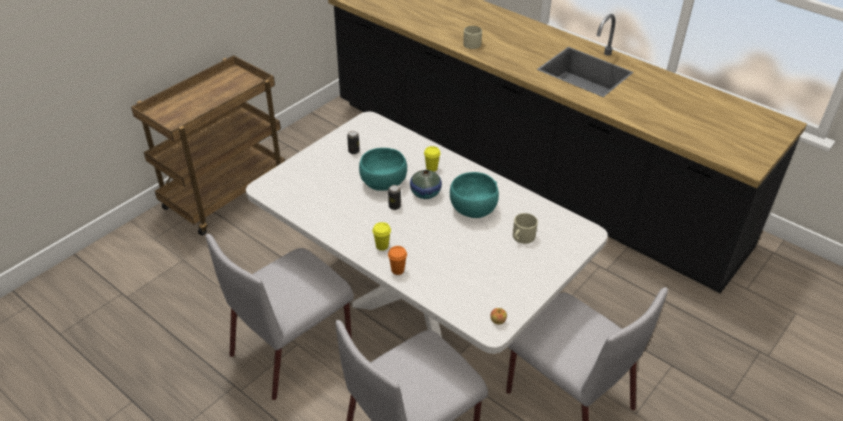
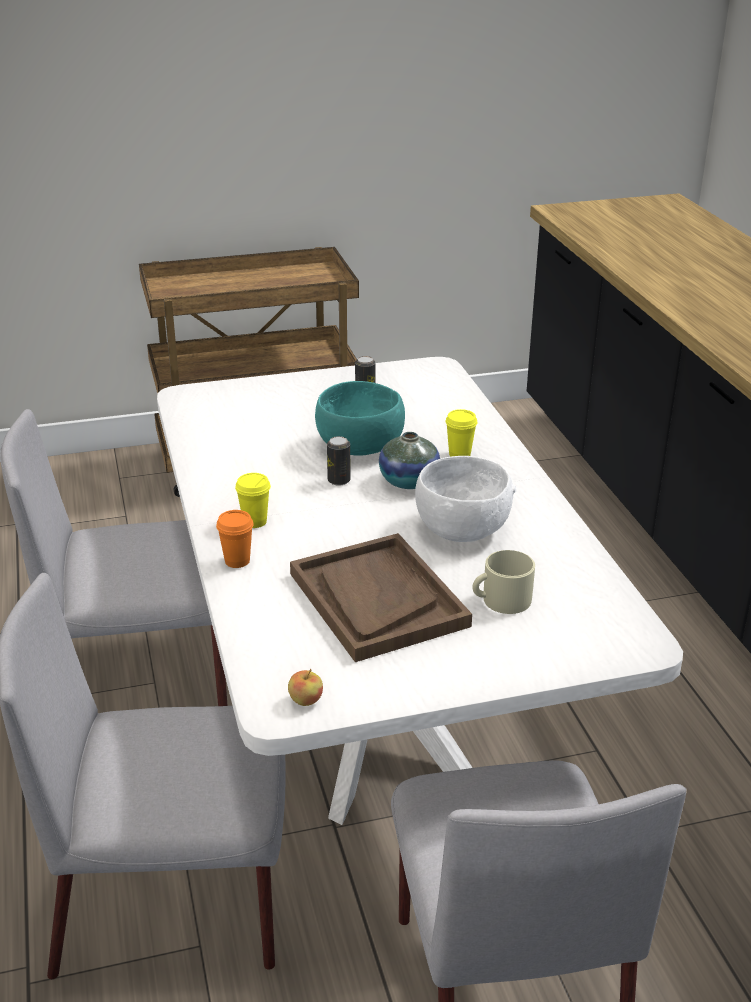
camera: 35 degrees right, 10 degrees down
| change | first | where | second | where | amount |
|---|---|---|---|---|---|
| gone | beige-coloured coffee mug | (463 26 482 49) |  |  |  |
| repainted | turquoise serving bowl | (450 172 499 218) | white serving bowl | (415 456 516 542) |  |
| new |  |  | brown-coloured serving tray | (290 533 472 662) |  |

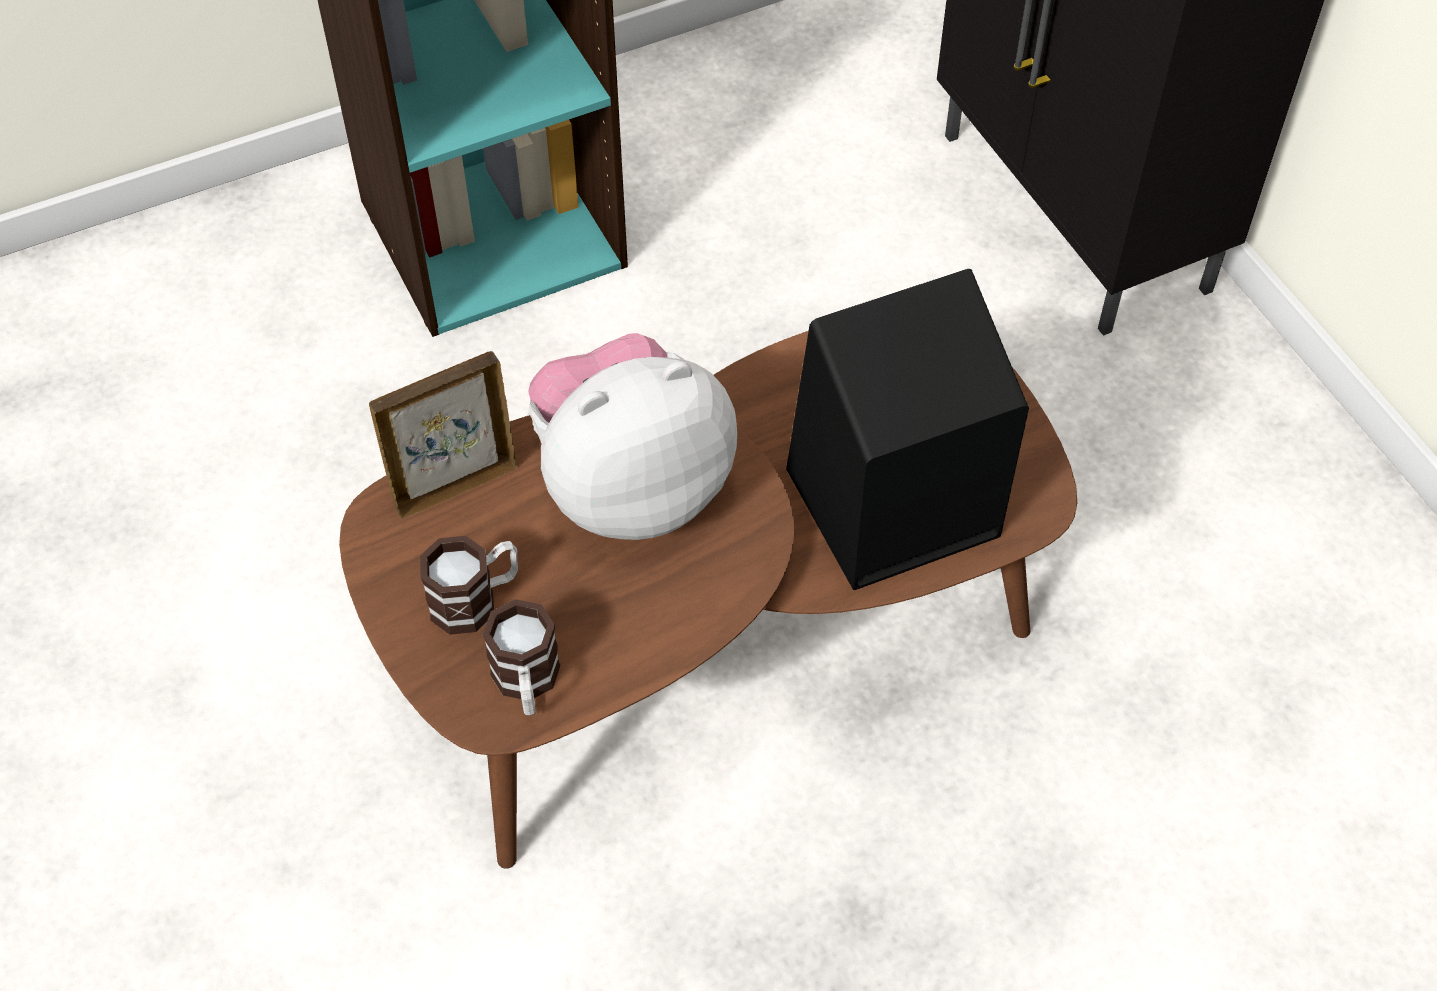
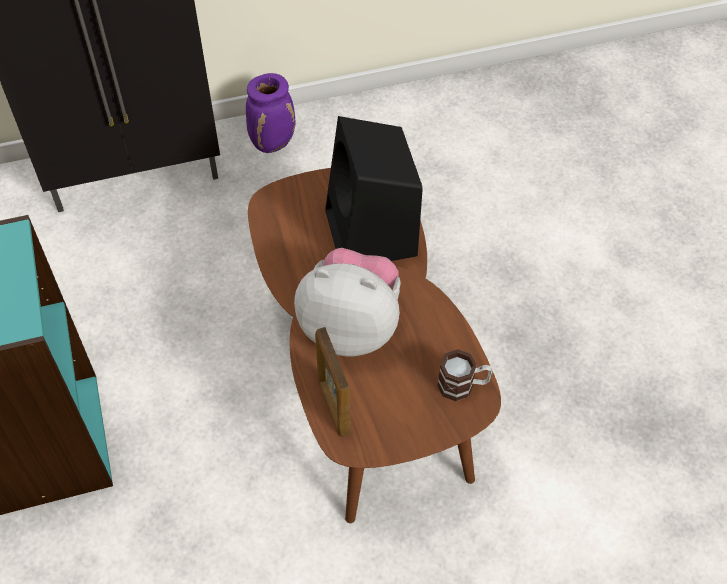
camera: 80 degrees left, 0 degrees up
| change | first | where | second | where | amount |
|---|---|---|---|---|---|
| rotated | plush toy | (528 333 737 540) |  | (294 248 401 356) | 120 degrees clockwise |
| gone | coffee mug | (420 536 518 635) |  |  |  |
| new |  |  | purple-coloured decorative vase | (246 73 295 153) |  |

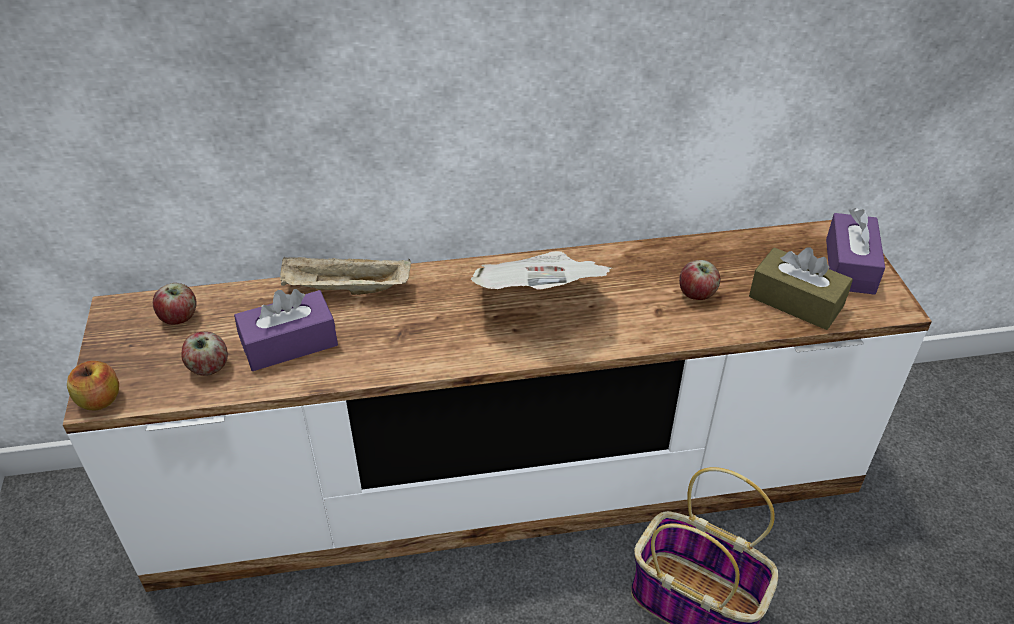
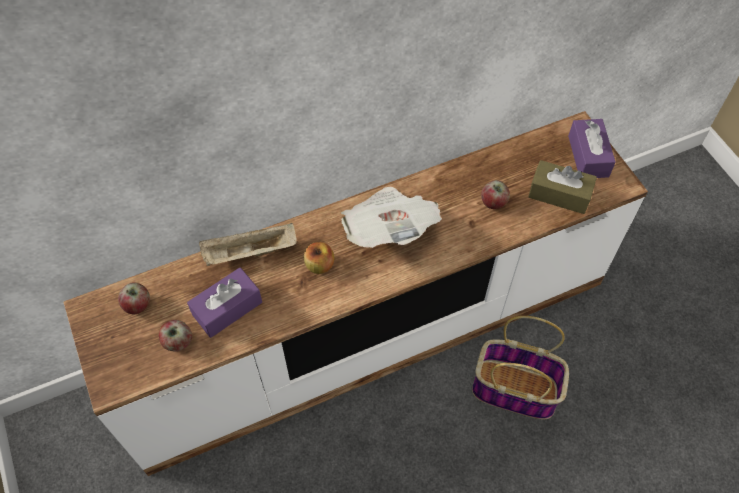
camera: 15 degrees left, 15 degrees up
| change | first | where | second | where | amount |
|---|---|---|---|---|---|
| shifted | whole apple | (67 361 119 410) |  | (304 242 334 274) |  |

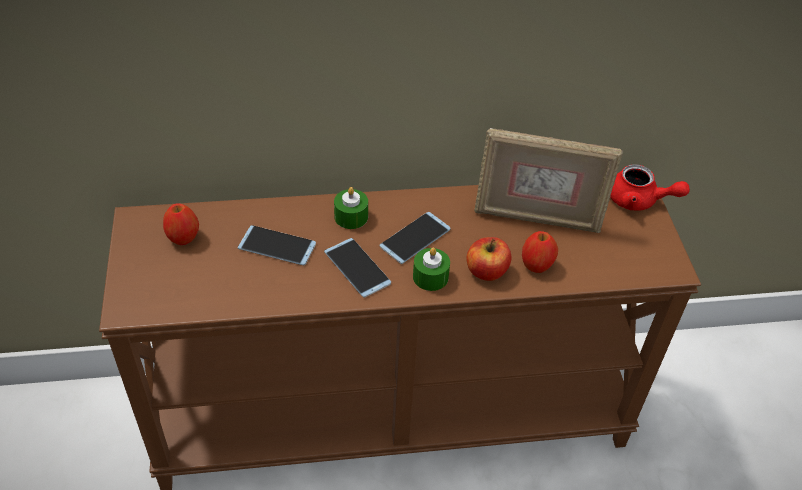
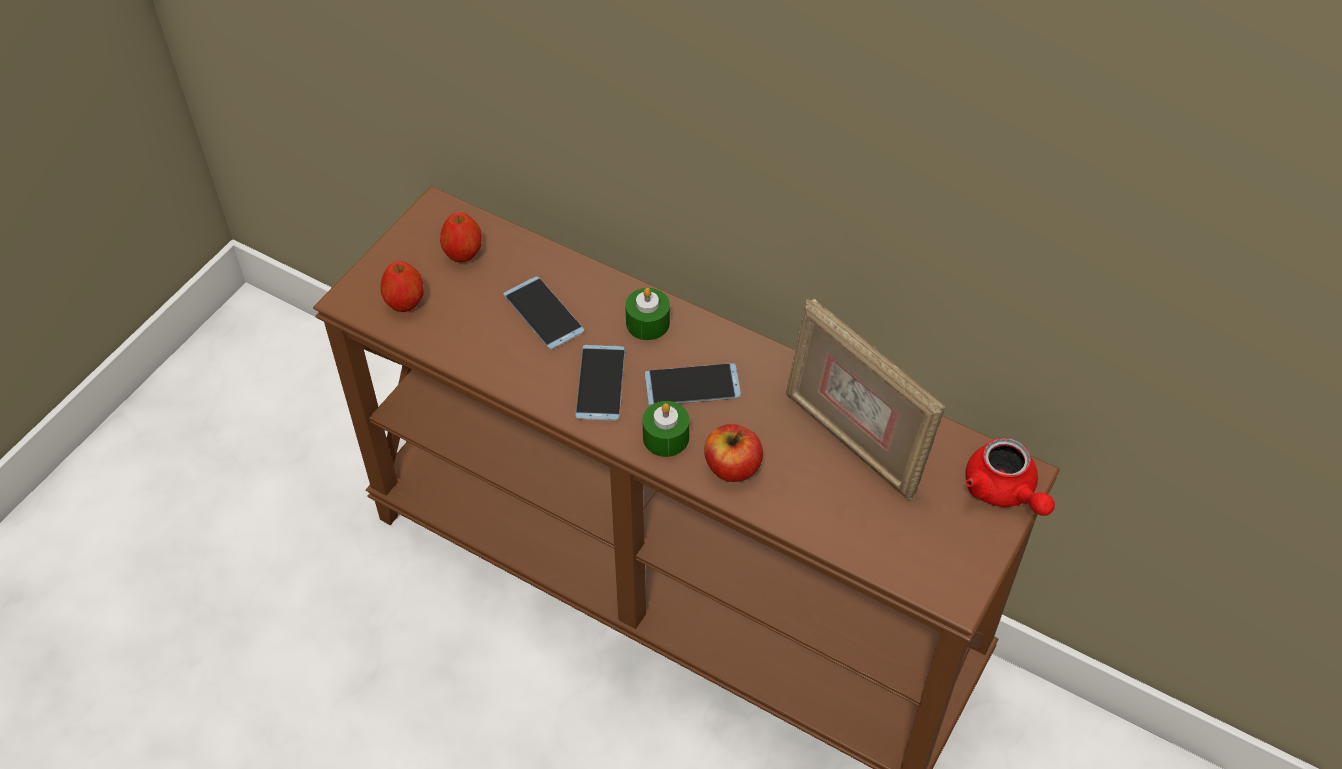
camera: 40 degrees right, 5 degrees up
| change | first | where | second | where | amount |
|---|---|---|---|---|---|
| shifted | whole apple | (522 231 558 273) |  | (381 261 424 312) |  |

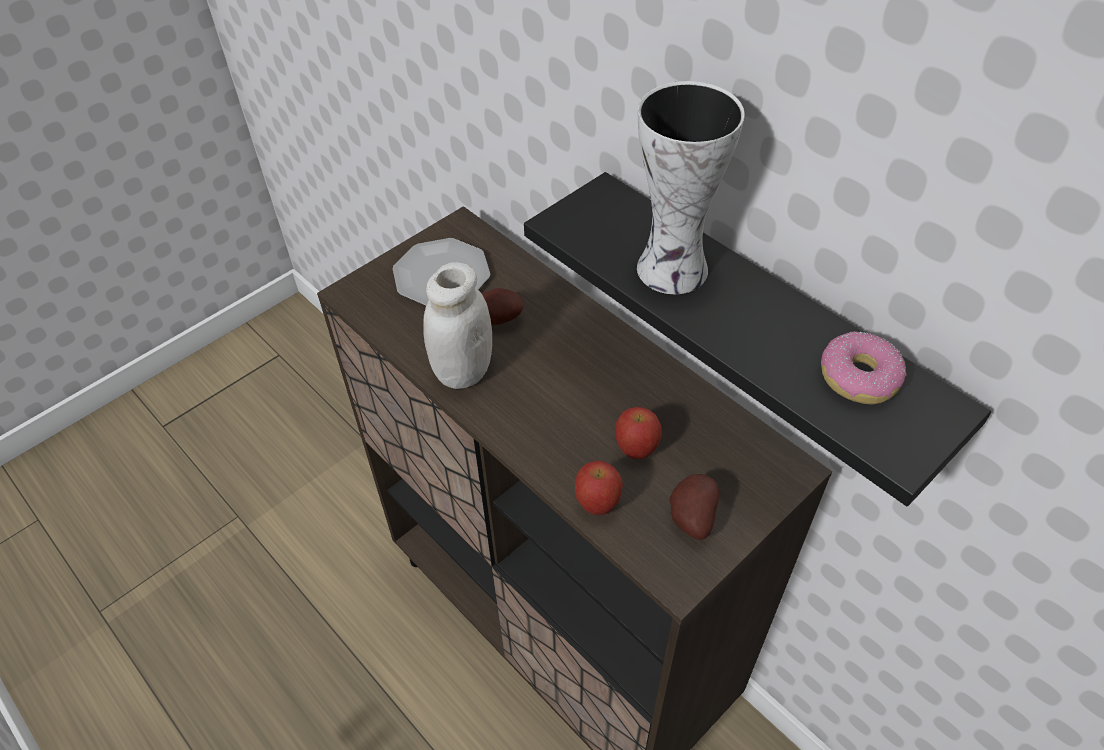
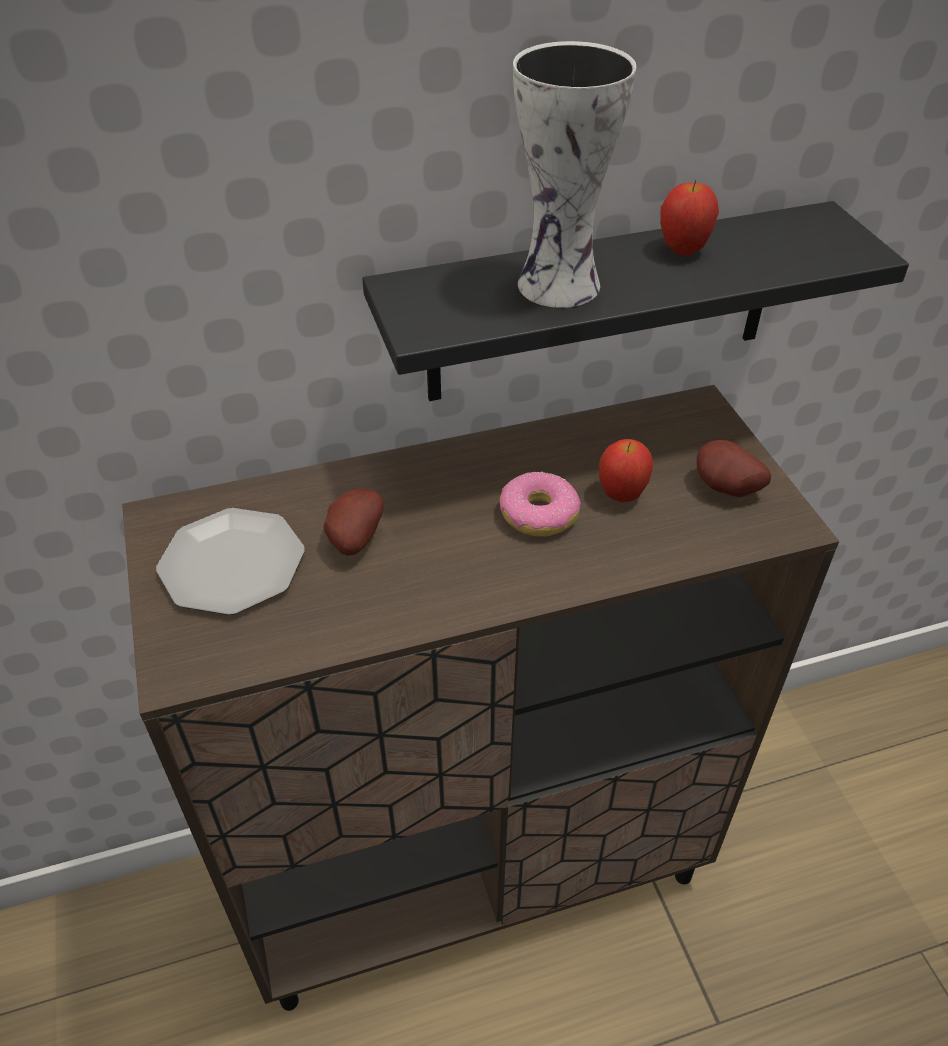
camera: 65 degrees left, 5 degrees down
| change | first | where | second | where | amount |
|---|---|---|---|---|---|
| gone | white preserve jar | (423 262 492 389) |  |  |  |
| shifted | ring doughnut | (821 331 907 405) |  | (500 471 581 537) |  |
| shifted | whole apple | (575 461 623 515) |  | (660 180 719 256) |  |

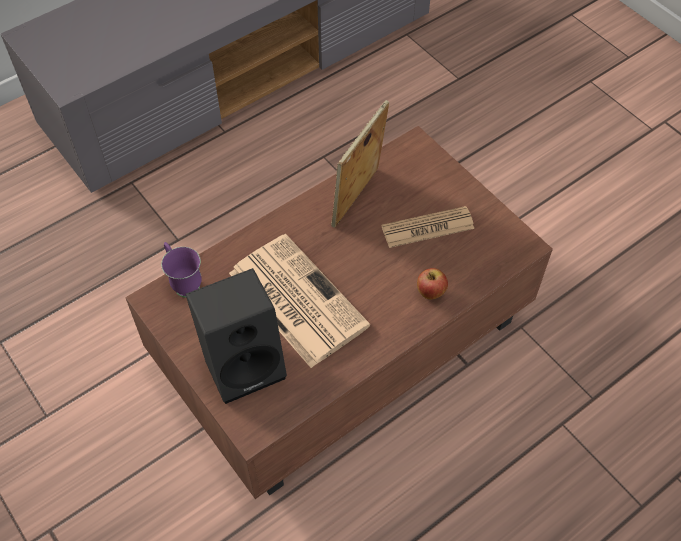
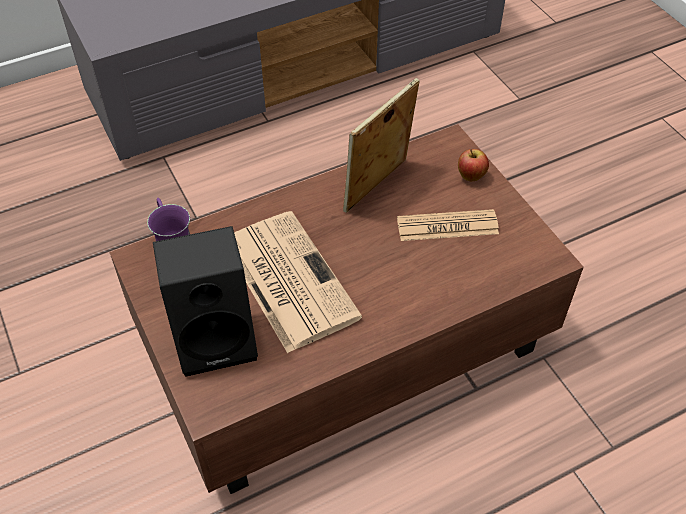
camera: 10 degrees right, 5 degrees down
| change | first | where | second | where | amount |
|---|---|---|---|---|---|
| shifted | whole apple | (417 268 448 300) |  | (458 149 489 181) |  |

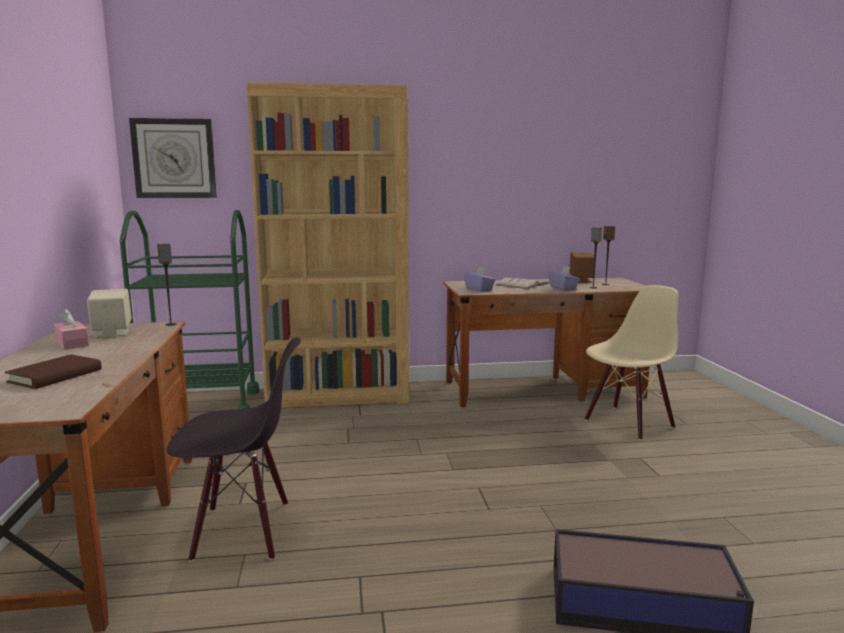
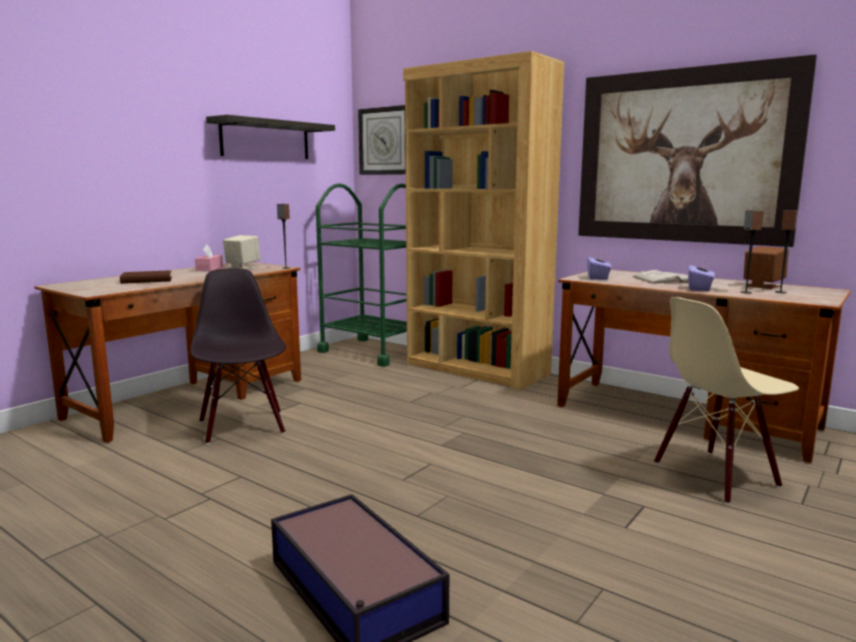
camera: 45 degrees right, 0 degrees up
| change | first | where | second | where | amount |
|---|---|---|---|---|---|
| rotated | beige-coloured chair | (585 285 679 440) |  | (654 297 799 504) | 150 degrees clockwise |
| rotated | black chair | (167 337 301 562) |  | (190 268 286 444) | 150 degrees counterclockwise |
| new |  |  | wall art | (578 54 817 247) |  |
| new |  |  | shelf | (206 115 335 159) |  |

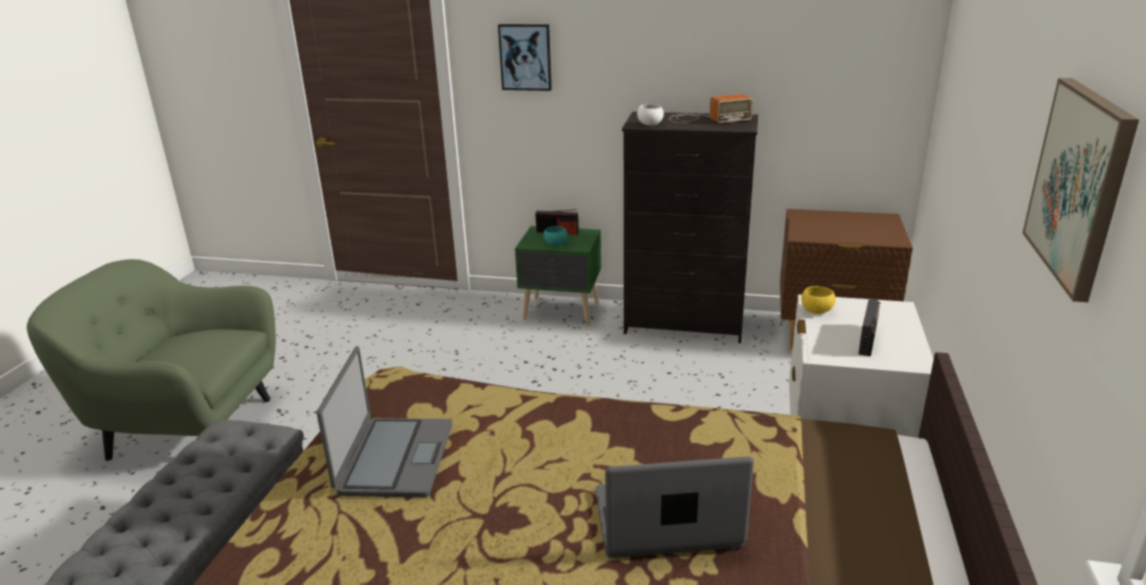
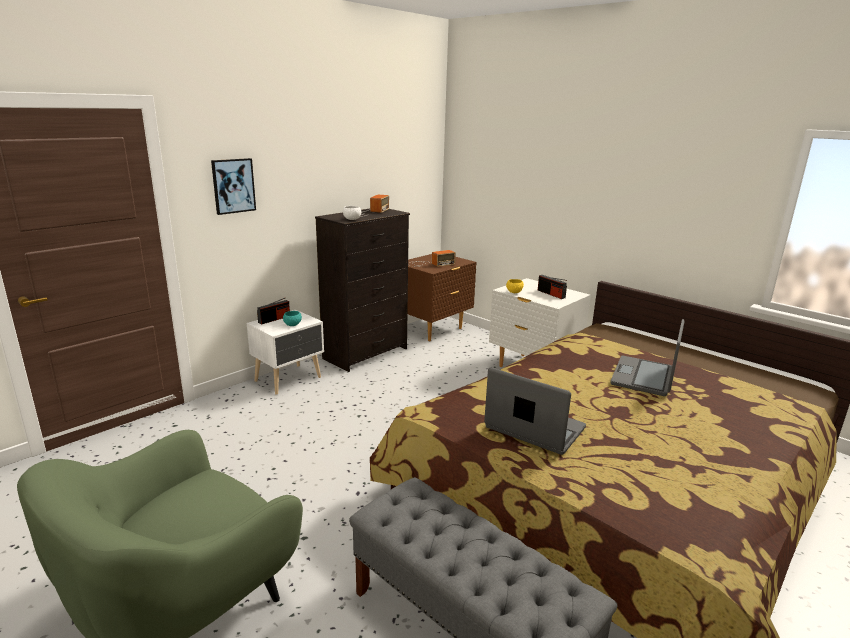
camera: 60 degrees left, 5 degrees down
| change | first | where | second | where | amount |
|---|---|---|---|---|---|
| gone | wall art | (1023 78 1139 302) |  |  |  |
| repainted | green-coloured bedside table | (515 226 601 325) | white bedside table | (247 310 324 394) |  |
| new |  |  | radio receiver | (408 250 456 267) |  |

